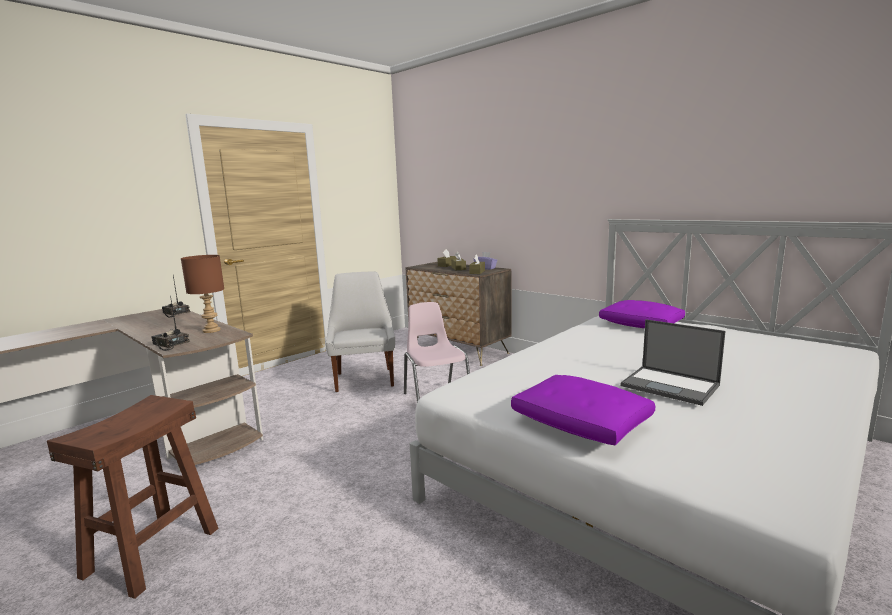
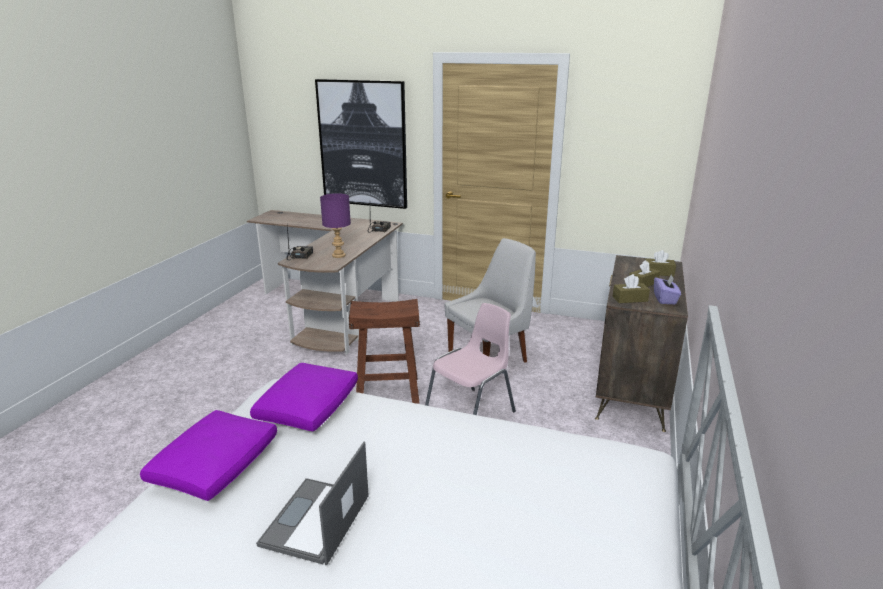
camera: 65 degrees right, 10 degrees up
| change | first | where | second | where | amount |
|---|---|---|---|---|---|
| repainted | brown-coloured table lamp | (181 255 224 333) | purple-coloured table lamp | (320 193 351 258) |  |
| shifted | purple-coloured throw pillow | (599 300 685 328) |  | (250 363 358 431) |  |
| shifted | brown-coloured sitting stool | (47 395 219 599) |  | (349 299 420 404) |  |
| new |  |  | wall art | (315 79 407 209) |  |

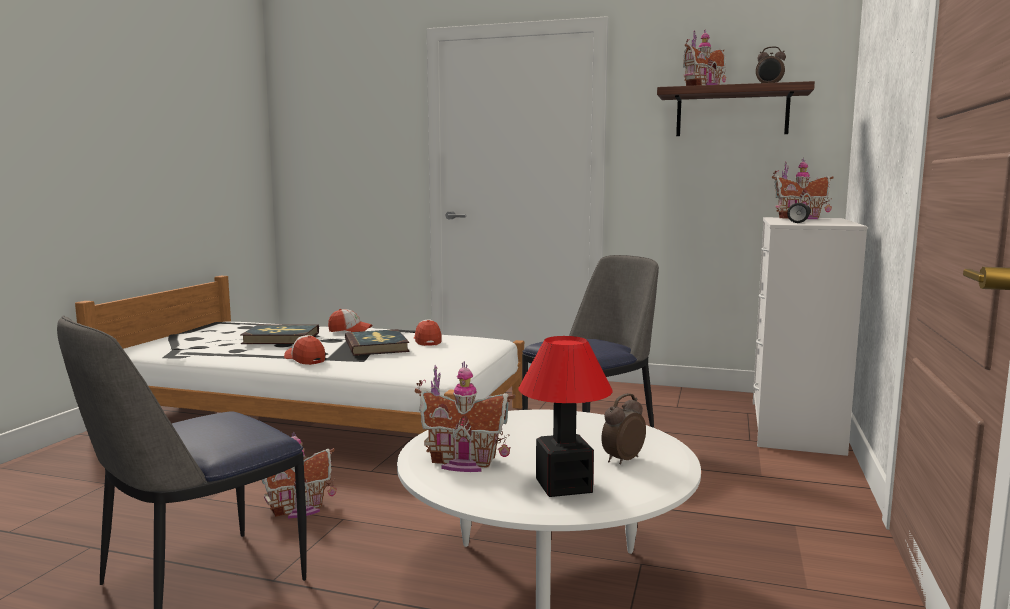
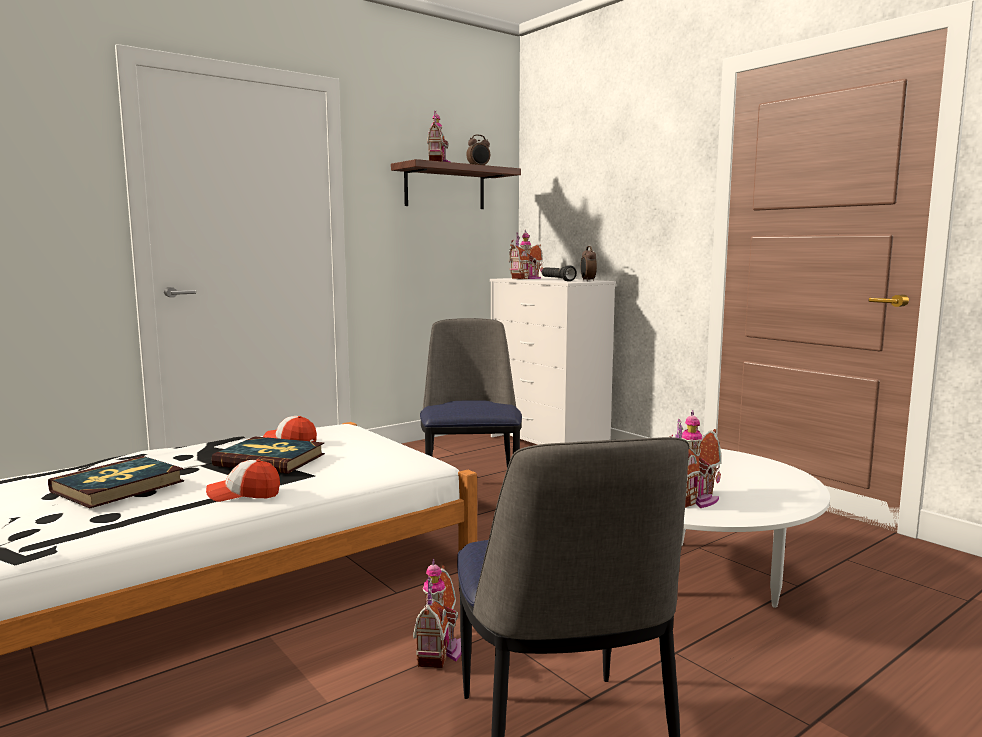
camera: 55 degrees left, 0 degrees up
| change | first | where | second | where | amount |
|---|---|---|---|---|---|
| gone | peaked cap | (328 309 372 332) |  |  |  |
| gone | table lamp | (518 336 613 497) |  |  |  |
| shifted | alarm clock | (601 393 646 464) |  | (581 246 597 281) |  |

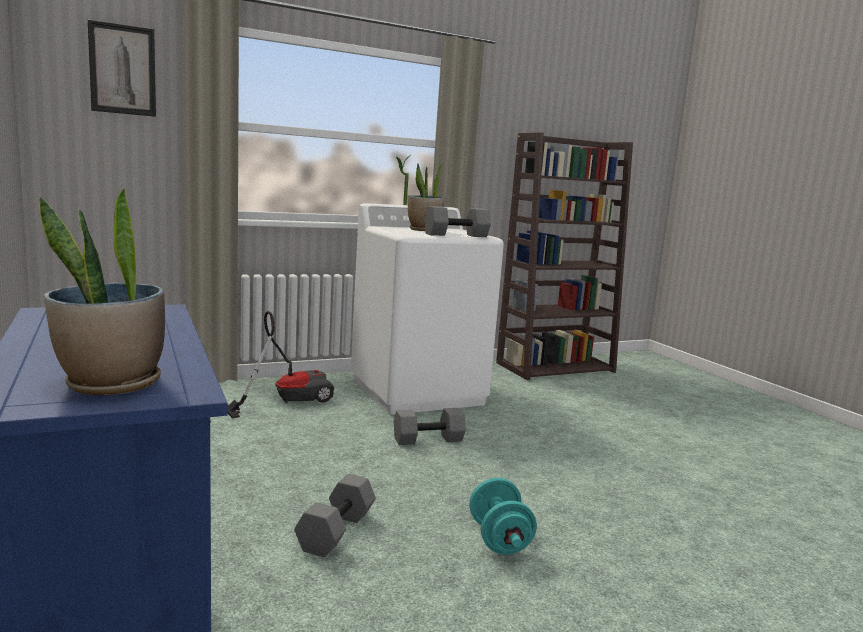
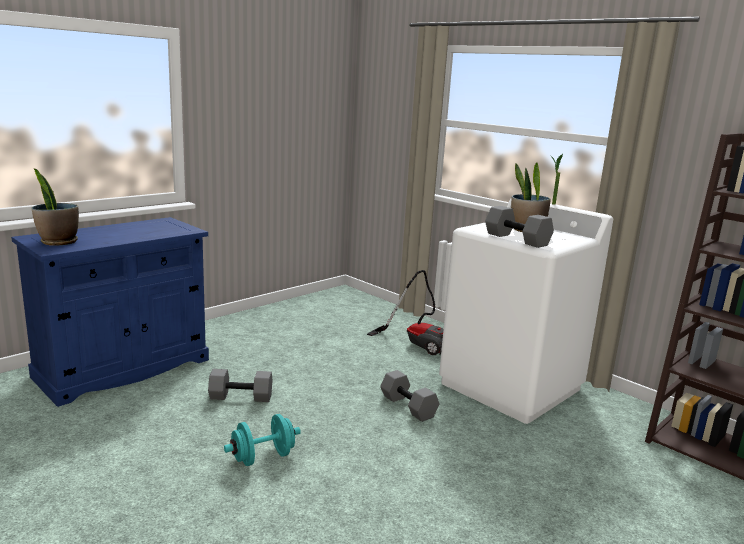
camera: 70 degrees right, 5 degrees up
| change | first | where | second | where | amount |
|---|---|---|---|---|---|
| gone | wall art | (88 20 156 117) |  |  |  |

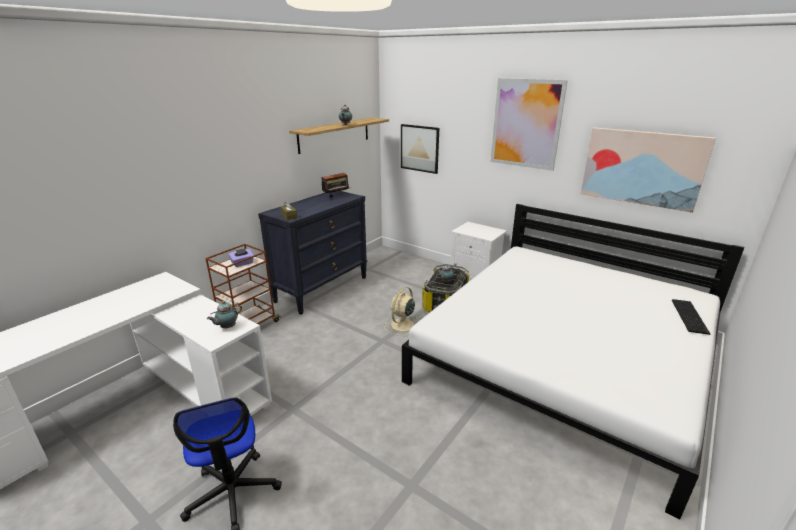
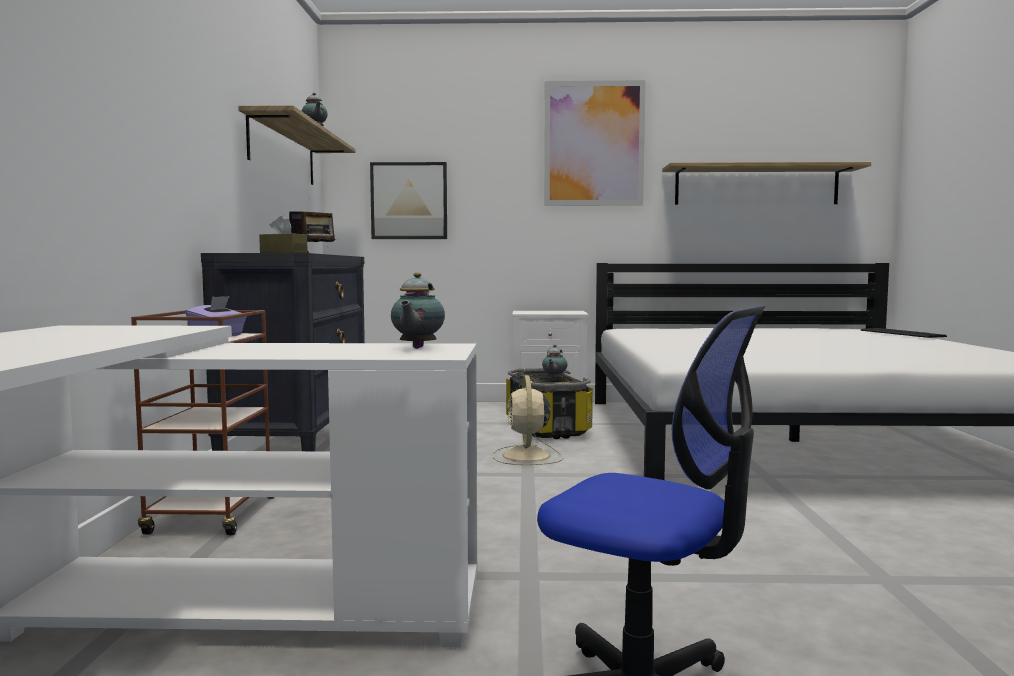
camera: 35 degrees left, 20 degrees down
| change | first | where | second | where | amount |
|---|---|---|---|---|---|
| swapped | wall art | (580 128 716 213) | shelf | (662 162 871 205) |  |

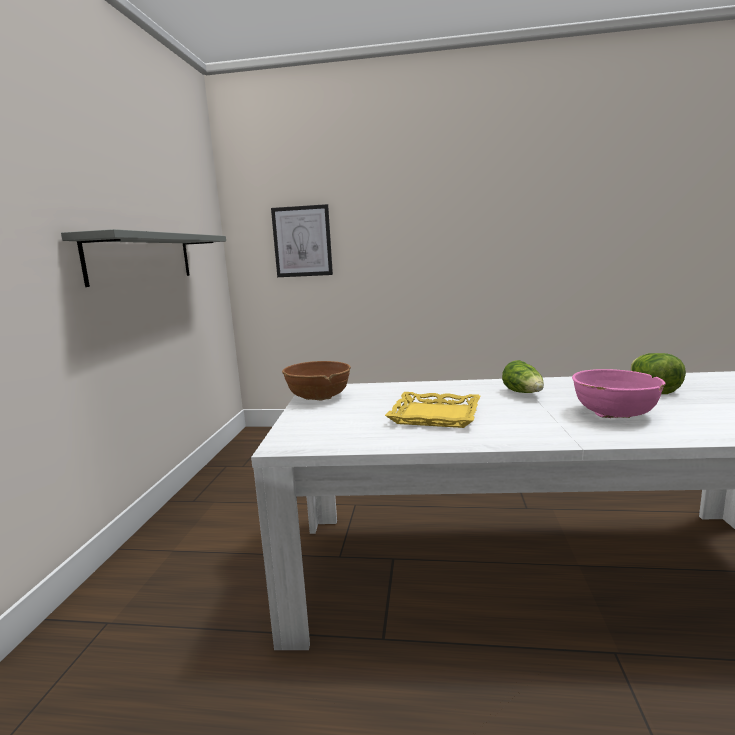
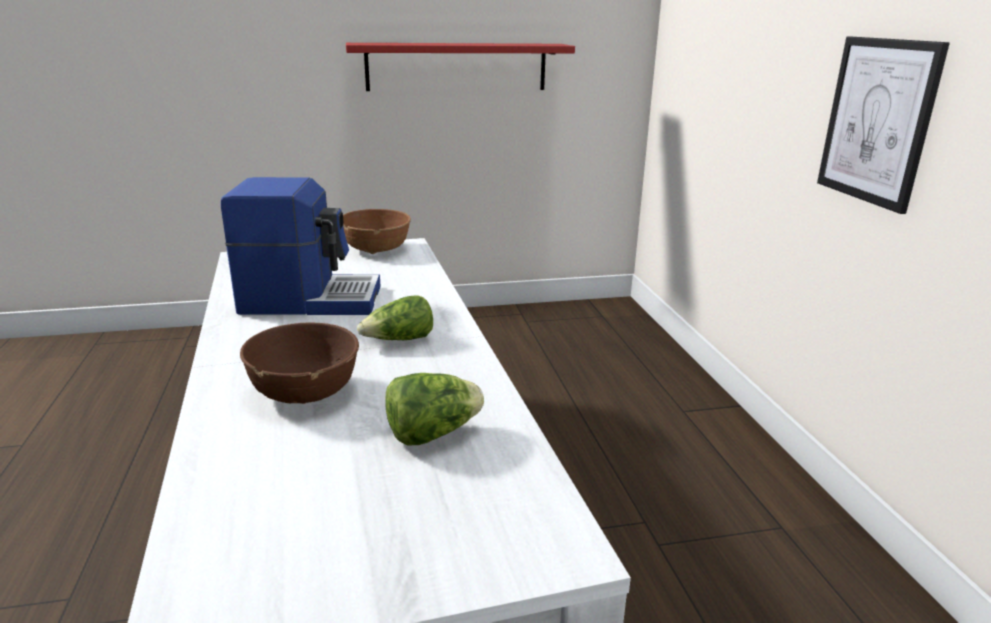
camera: 70 degrees right, 10 degrees up
| change | first | where | second | where | amount |
|---|---|---|---|---|---|
| shifted | wall art | (271 204 333 277) |  | (817 37 950 214) |  |
| repainted | gray shelf | (61 229 226 287) | reddish shelf | (346 43 575 91) |  |
| repainted | pink serving bowl | (572 369 665 418) | brown-coloured serving bowl | (240 322 359 404) |  |
| swapped | yellow serving tray | (385 392 480 428) | coffee machine | (221 177 381 315) |  |

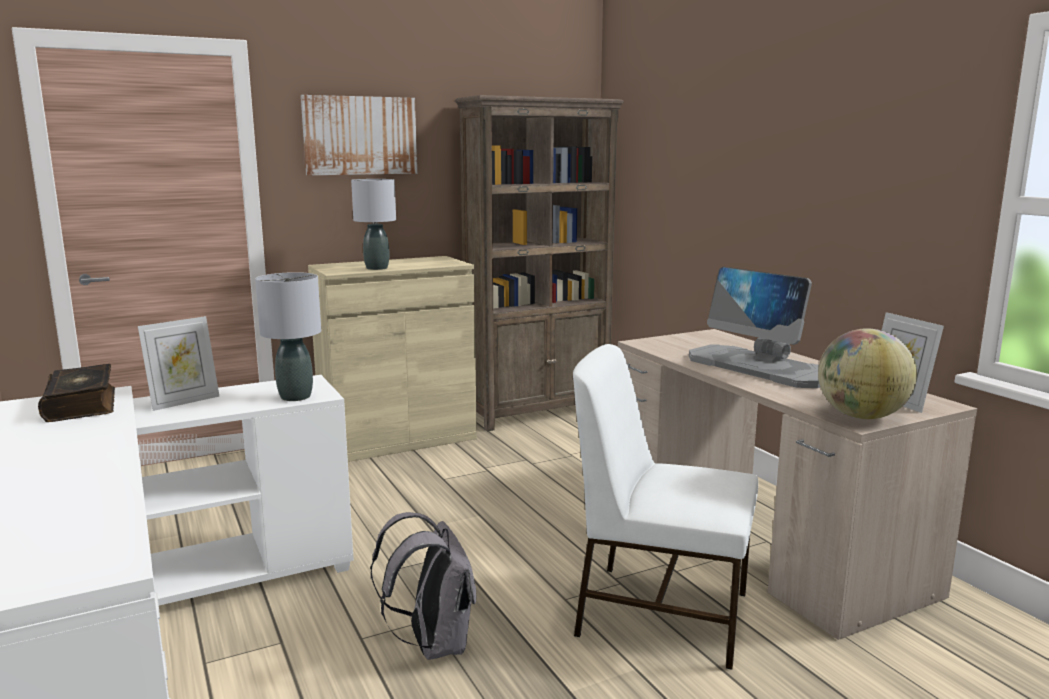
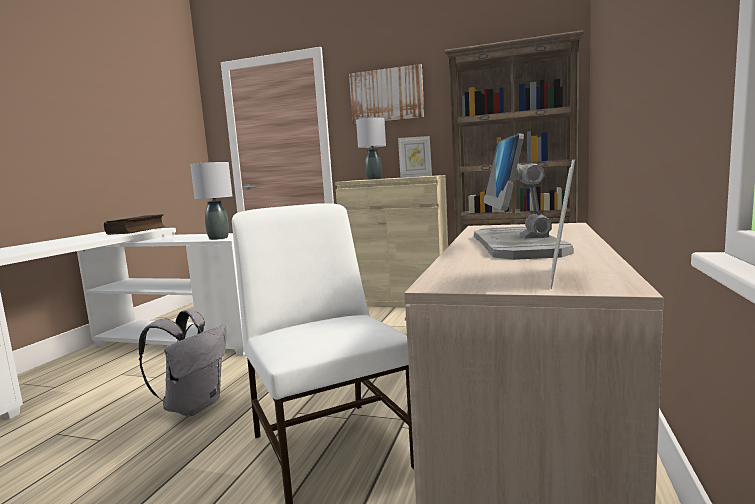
camera: 45 degrees right, 5 degrees down
| change | first | where | second | where | amount |
|---|---|---|---|---|---|
| shifted | photo frame | (138 316 219 411) |  | (398 136 432 178) |  |
| gone | world globe | (818 328 917 419) |  |  |  |

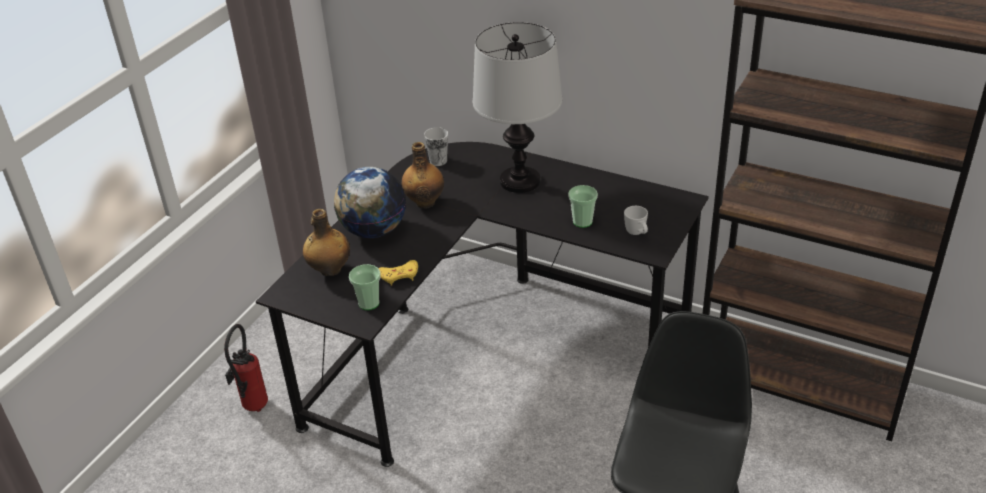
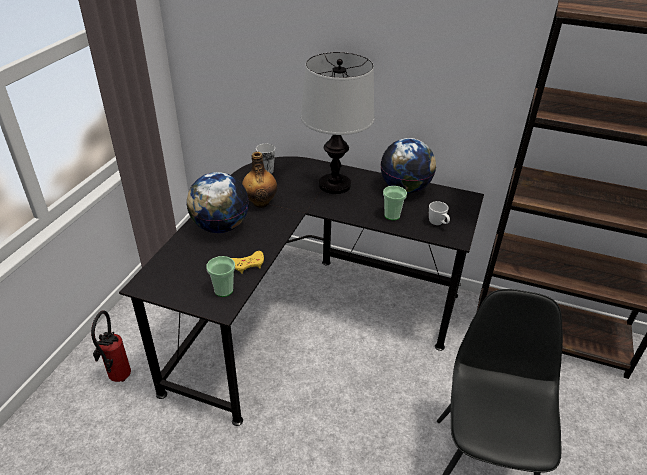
camera: 10 degrees left, 0 degrees up
| change | first | where | second | where | amount |
|---|---|---|---|---|---|
| gone | bottle | (303 209 350 276) |  |  |  |
| new |  |  | world globe | (380 138 436 193) |  |

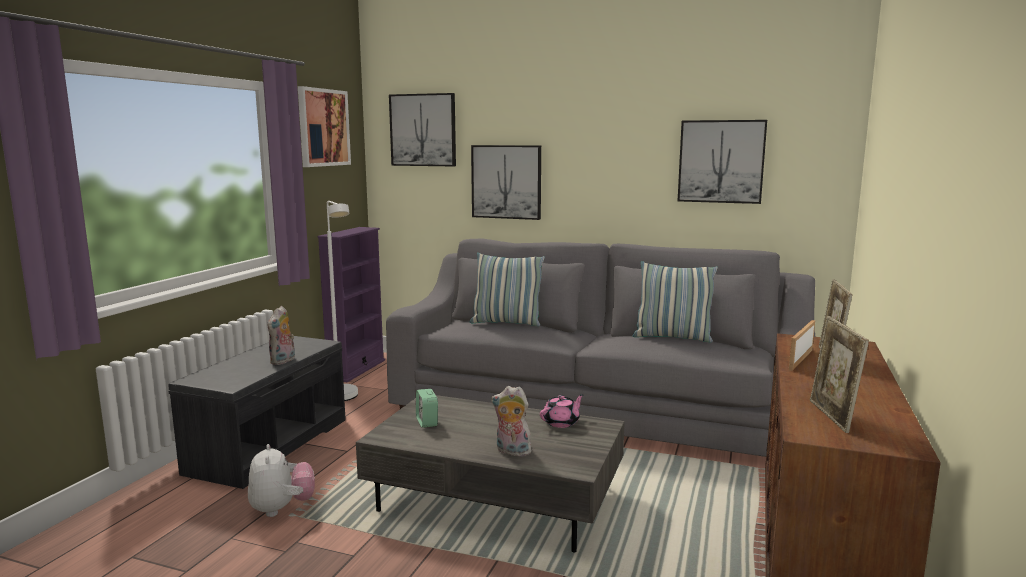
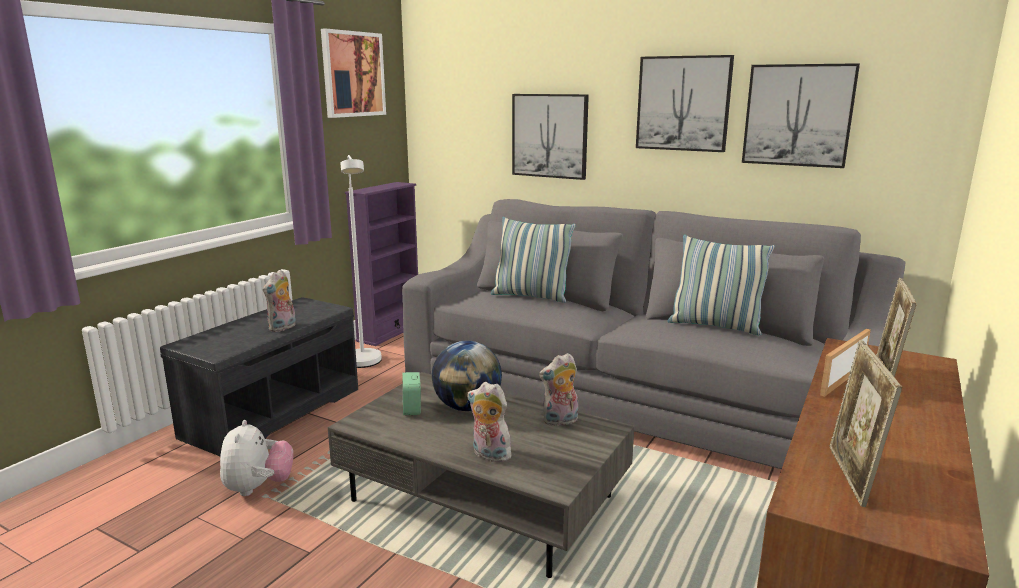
camera: 10 degrees right, 5 degrees up
| change | first | where | second | where | amount |
|---|---|---|---|---|---|
| shifted | wall art | (389 93 456 166) |  | (636 55 734 152) |  |
| swapped | pink pot for tea | (540 394 584 428) | plush toy | (539 353 578 426) |  |
| new |  |  | world globe | (432 341 502 411) |  |

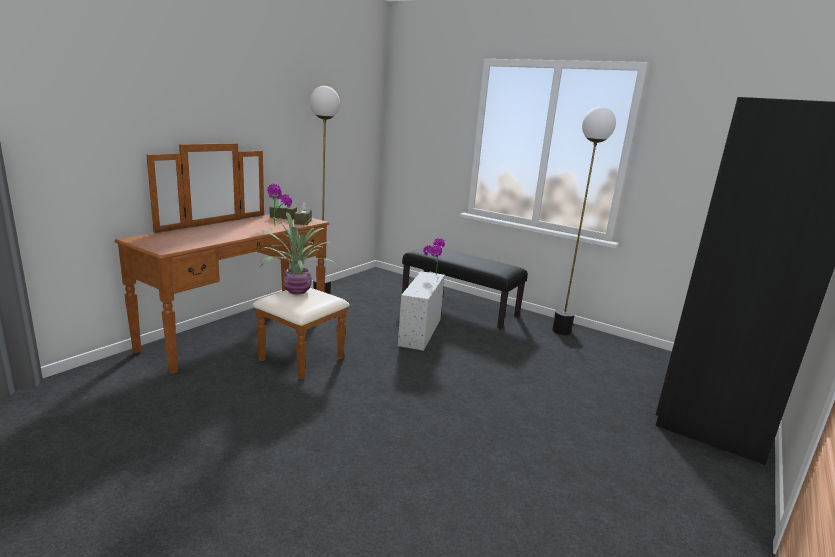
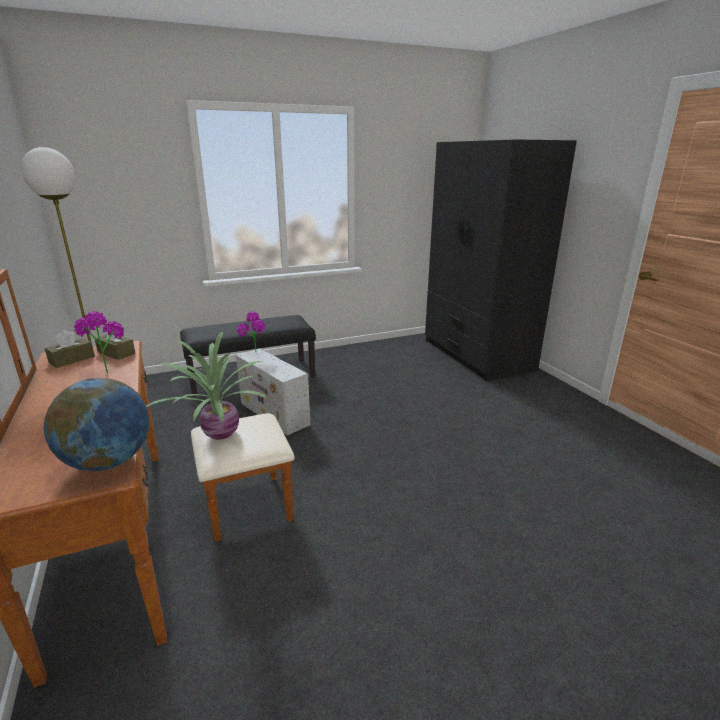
camera: 55 degrees left, 5 degrees up
| change | first | where | second | where | amount |
|---|---|---|---|---|---|
| gone | floor lamp | (552 106 616 335) |  |  |  |
| new |  |  | world globe | (44 378 149 471) |  |

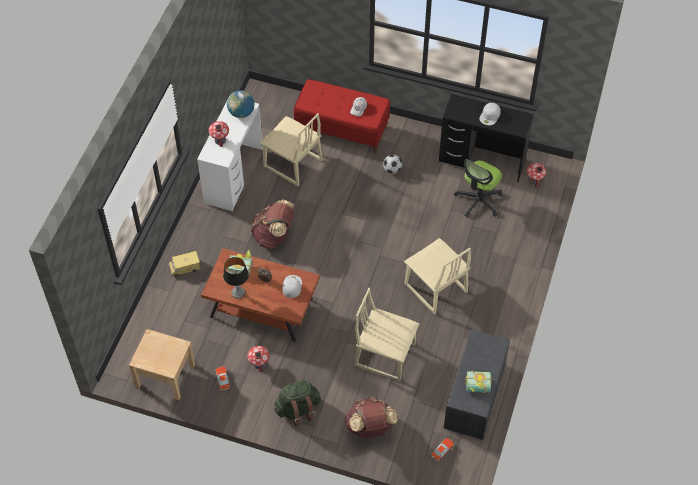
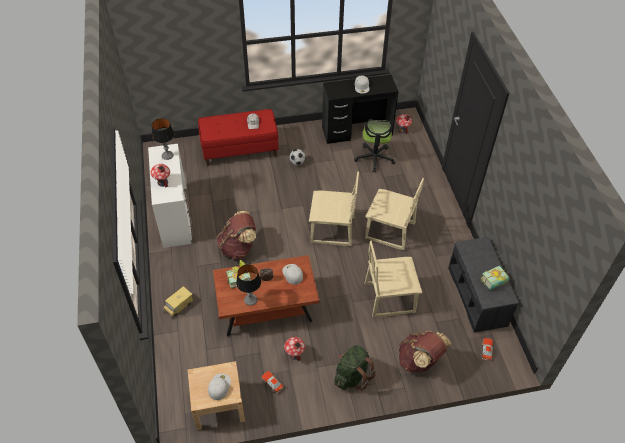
camera: 30 degrees left, 5 degrees down
| change | first | where | second | where | amount |
|---|---|---|---|---|---|
| swapped | world globe | (227 90 254 118) | table lamp | (152 118 174 160) |  |
| shifted | beige-coloured chair | (260 113 323 186) |  | (309 172 359 246) |  |
| new |  |  | white peaked cap | (208 373 231 400) |  |

